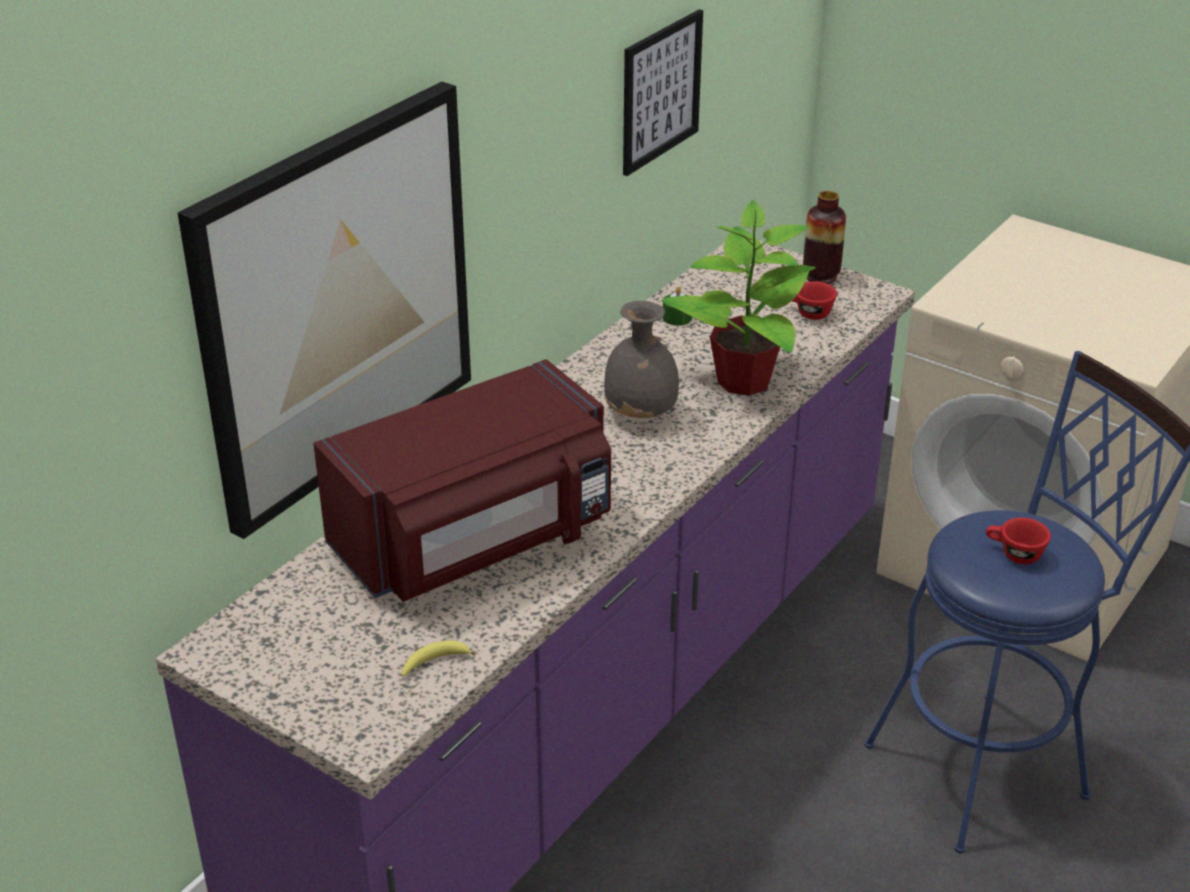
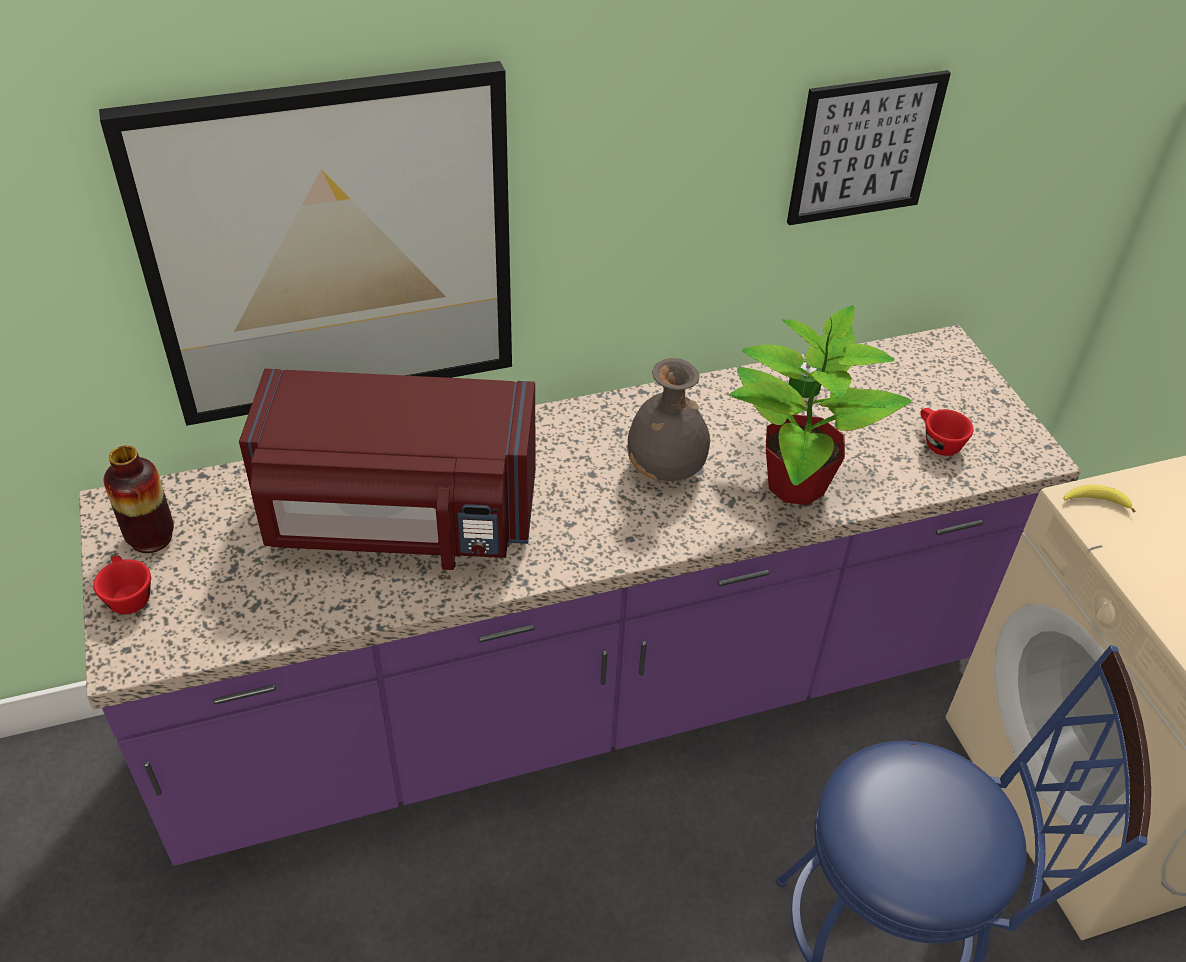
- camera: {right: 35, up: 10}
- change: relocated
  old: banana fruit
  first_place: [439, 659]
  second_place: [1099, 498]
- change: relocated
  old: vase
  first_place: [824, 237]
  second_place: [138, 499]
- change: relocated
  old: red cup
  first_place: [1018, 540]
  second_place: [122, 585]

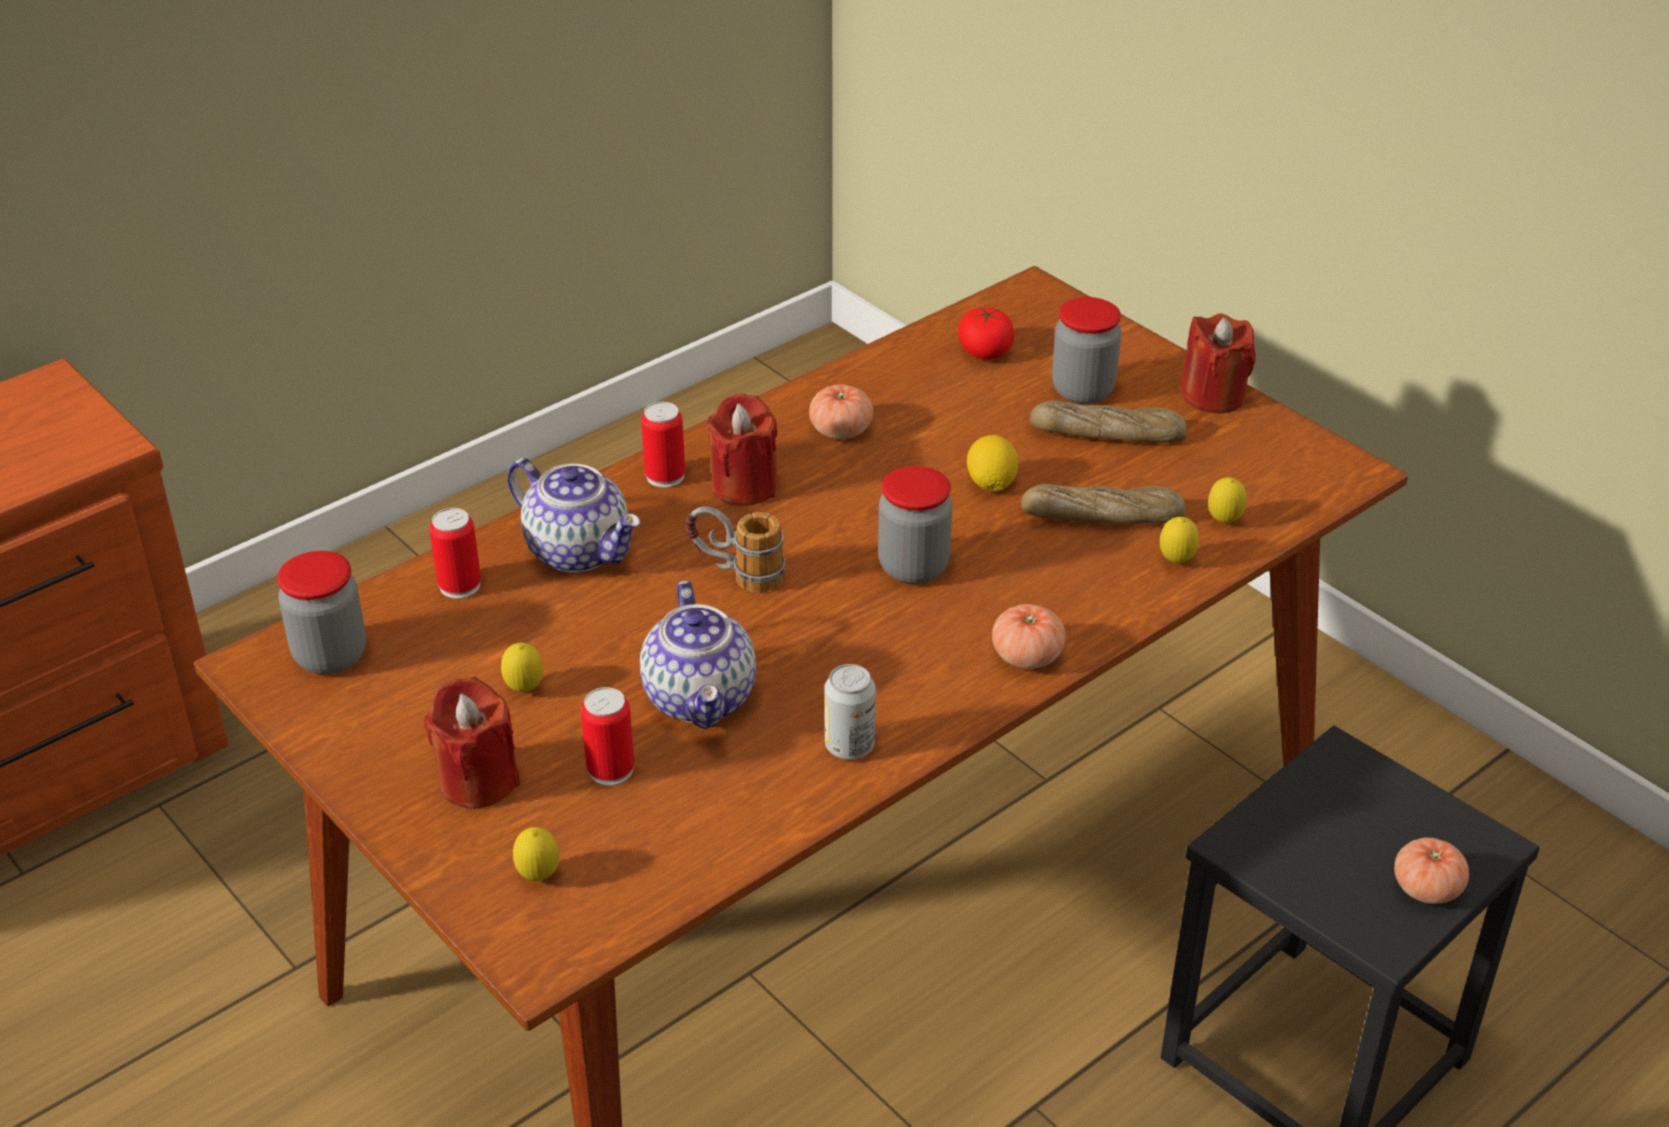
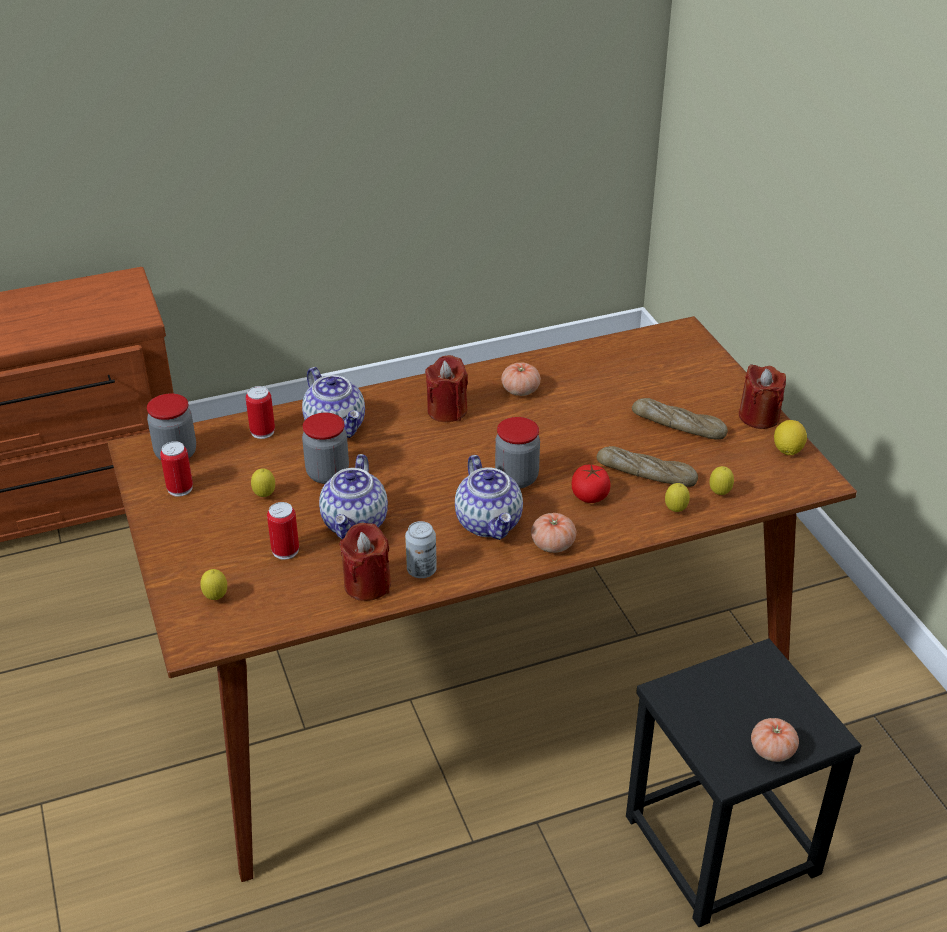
- camera: {right: 20, up: 0}
- change: relocated
  old: red candle
  first_place: [472, 743]
  second_place: [365, 562]
- change: relocated
  old: sealed can
  first_place: [663, 445]
  second_place: [176, 469]
- change: missing
  old: mug
  first_place: [735, 549]
- change: relocated
  old: whole tomato
  first_place: [986, 333]
  second_place: [591, 484]
- change: relocated
  old: whole lemon
  first_place: [993, 463]
  second_place: [790, 437]
- change: relocated
  old: storage jar
  first_place: [1086, 350]
  second_place: [325, 448]
- change: appeared
  new: tea pot
  second_place: [489, 497]

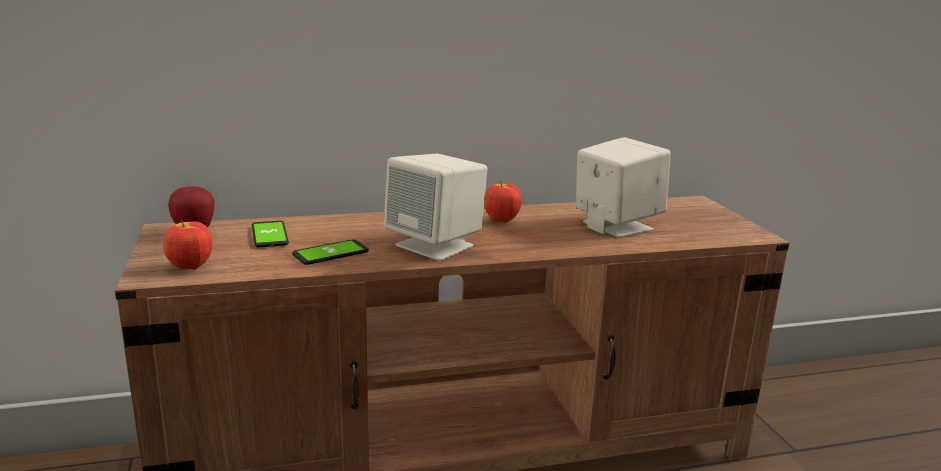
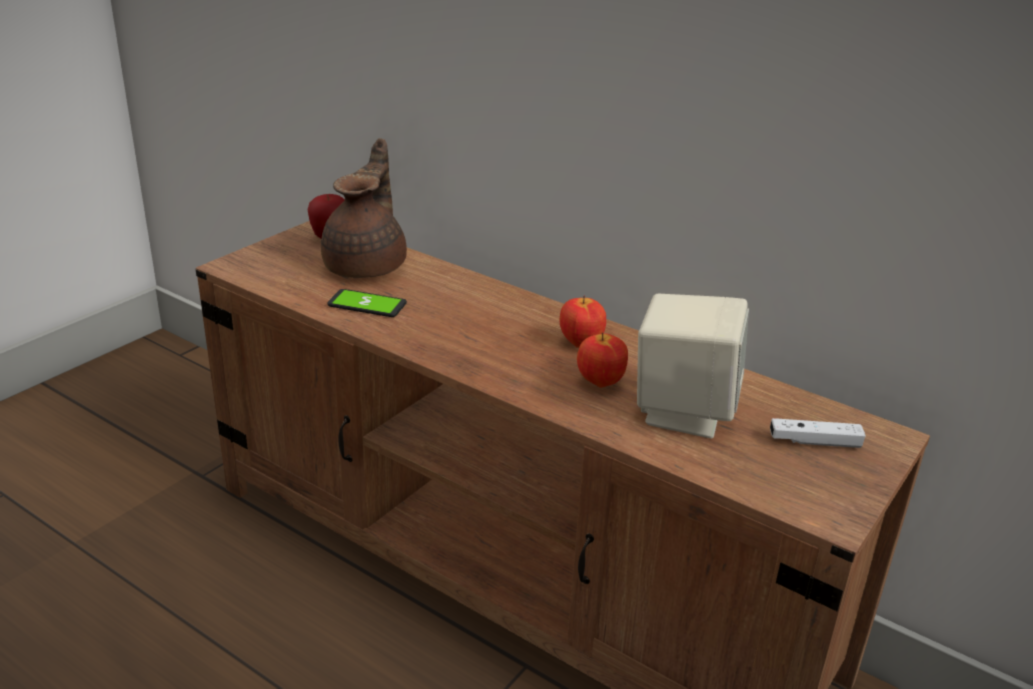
- camera: {right: 50, up: 10}
- change: relocated
  old: apple fruit
  first_place: [188, 245]
  second_place: [602, 360]
- change: exchanged
  old: phone
  new: brown tea pot
  first_place: [270, 234]
  second_place: [364, 208]
- change: missing
  old: sand-coloured loudspeaker
  first_place: [435, 207]
- change: appeared
  new: whitish gamepad
  second_place: [818, 433]

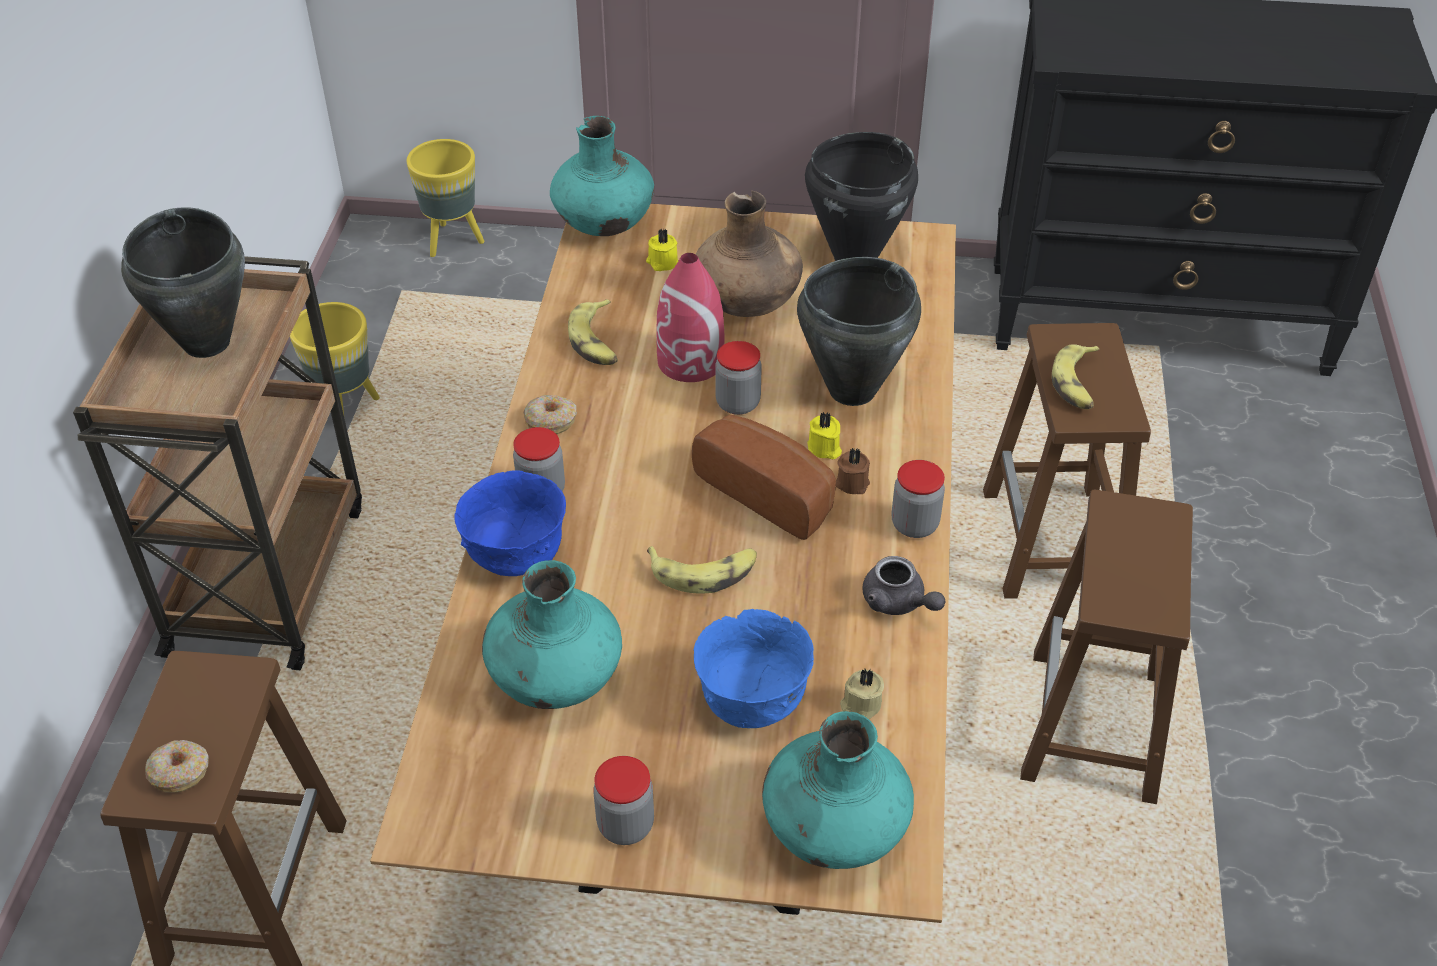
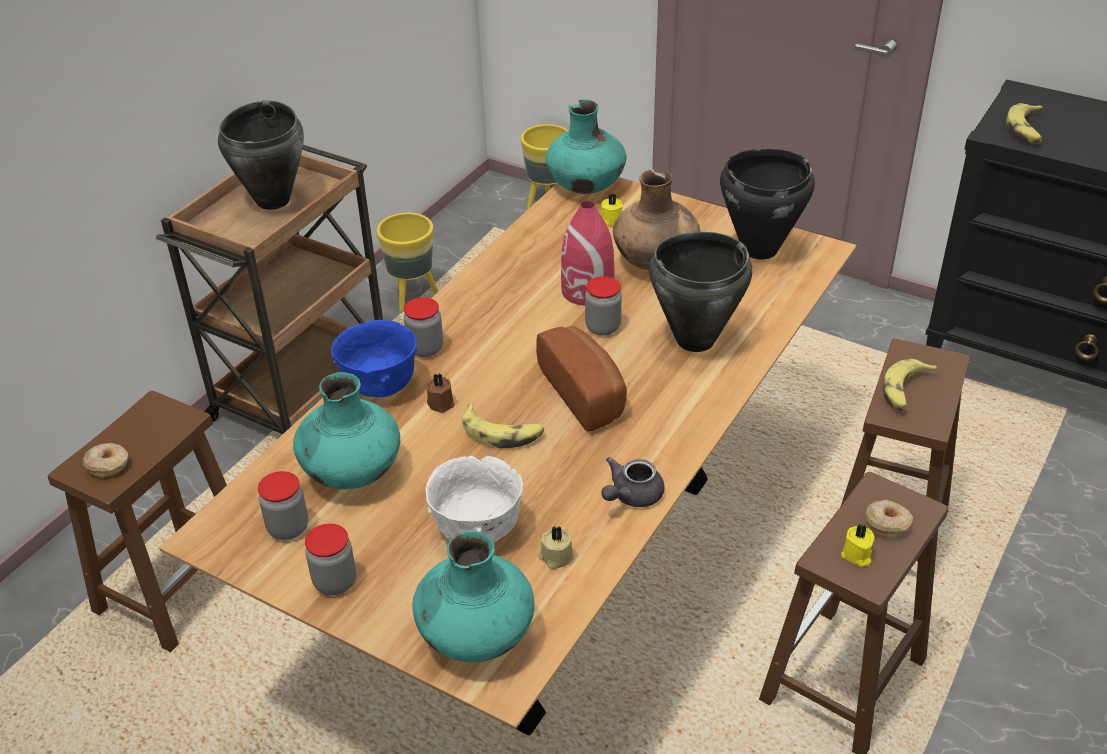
- camera: {right: 25, up: -5}
- change: relocated
  old: doughnut
  first_place: [550, 414]
  second_place: [889, 519]
- change: relocated
  old: banana fruit
  first_place: [593, 332]
  second_place: [1024, 123]
- change: colour
  old: blue deep dish
  new: whitish deep dish
  first_place: [754, 668]
  second_place: [474, 499]
- change: relocated
  old: yellow candle
  first_place: [824, 436]
  second_place: [857, 546]
- change: relocated
  old: brown candle
  first_place: [853, 471]
  second_place: [440, 393]
- change: spun
  old: gray tea pot
  first_place: [903, 585]
  second_place: [632, 482]
  degrees: 60
- change: relocated
  old: storage jar
  first_place: [918, 499]
  second_place: [283, 505]

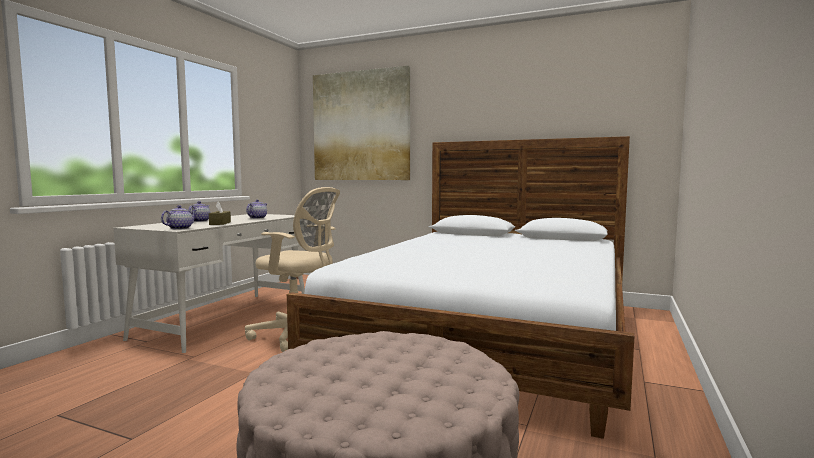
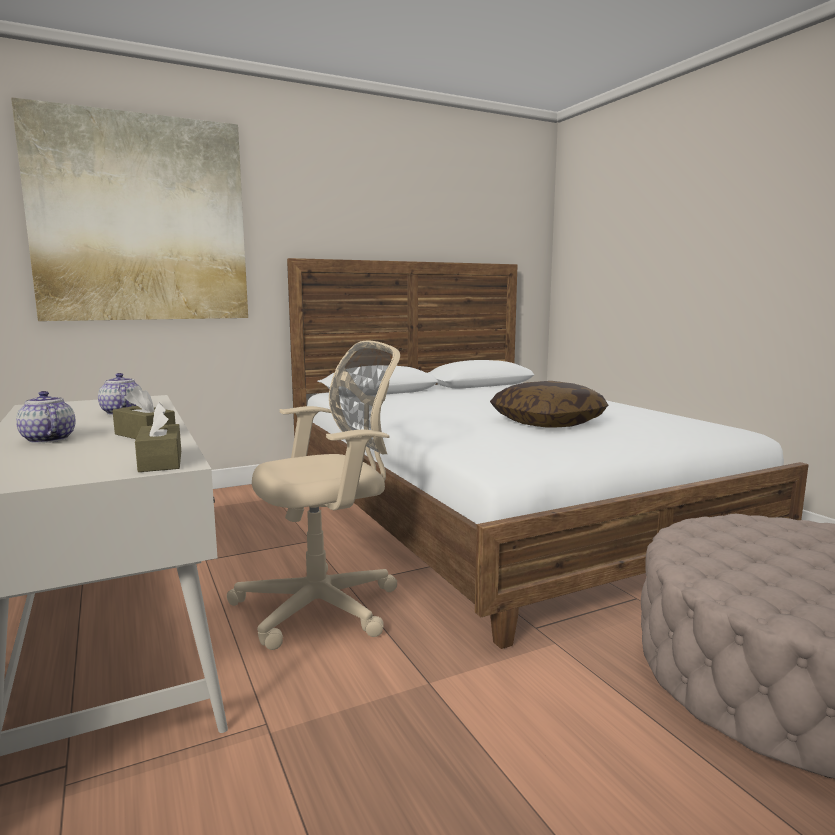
- camera: {right: -50, up: 5}
- change: exchanged
  old: tea pot
  new: brown tissue box
  first_place: [179, 217]
  second_place: [158, 437]
- change: appeared
  new: cushion
  second_place: [549, 404]

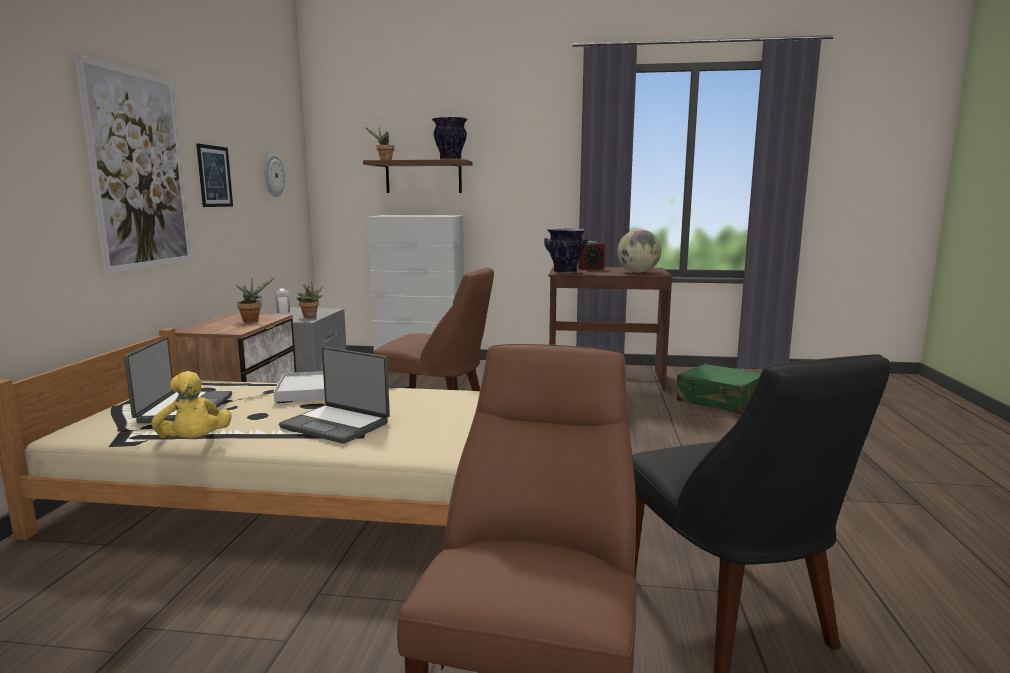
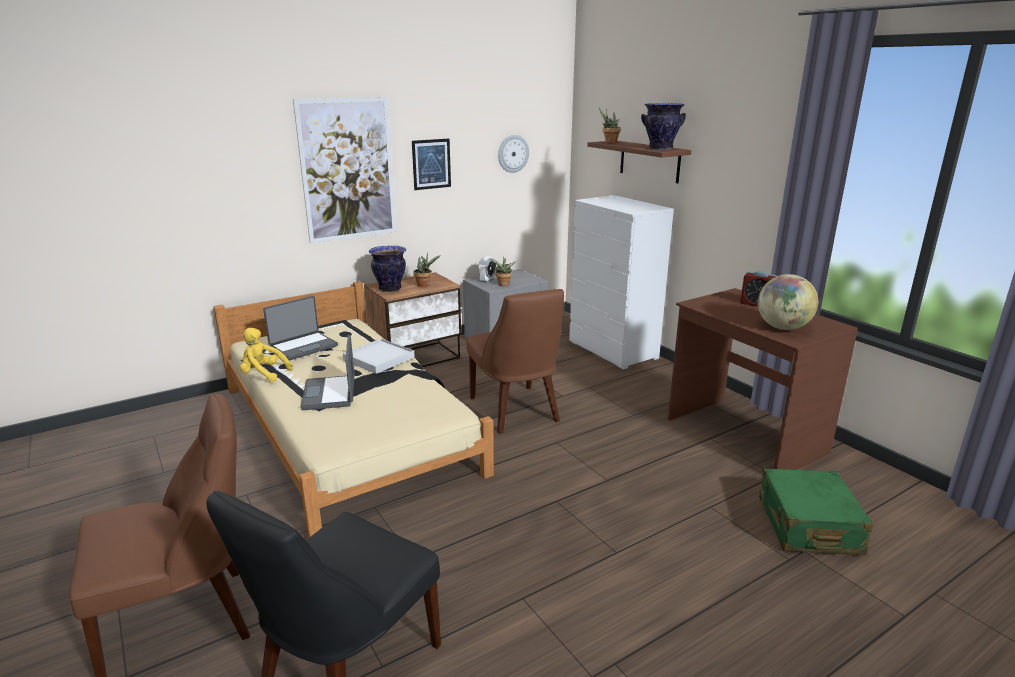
- camera: {right: 50, up: 10}
- change: spun
  old: yellow soft toy
  first_place: [192, 405]
  second_place: [266, 355]
  degrees: 90
- change: relocated
  old: vase
  first_place: [566, 250]
  second_place: [387, 269]

